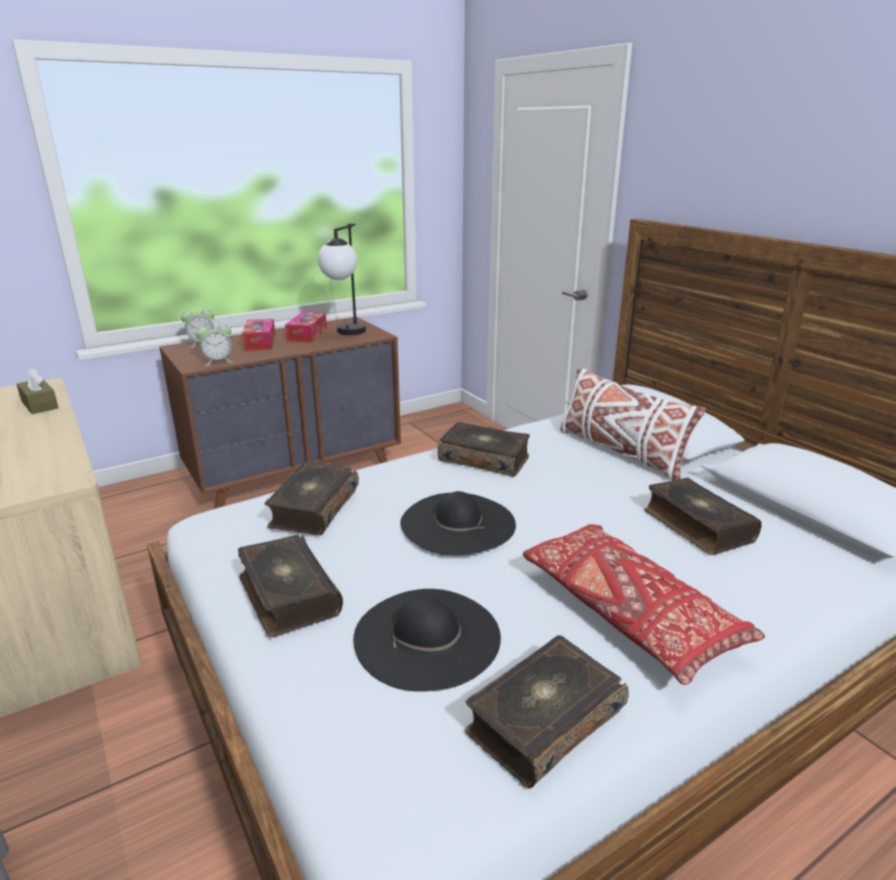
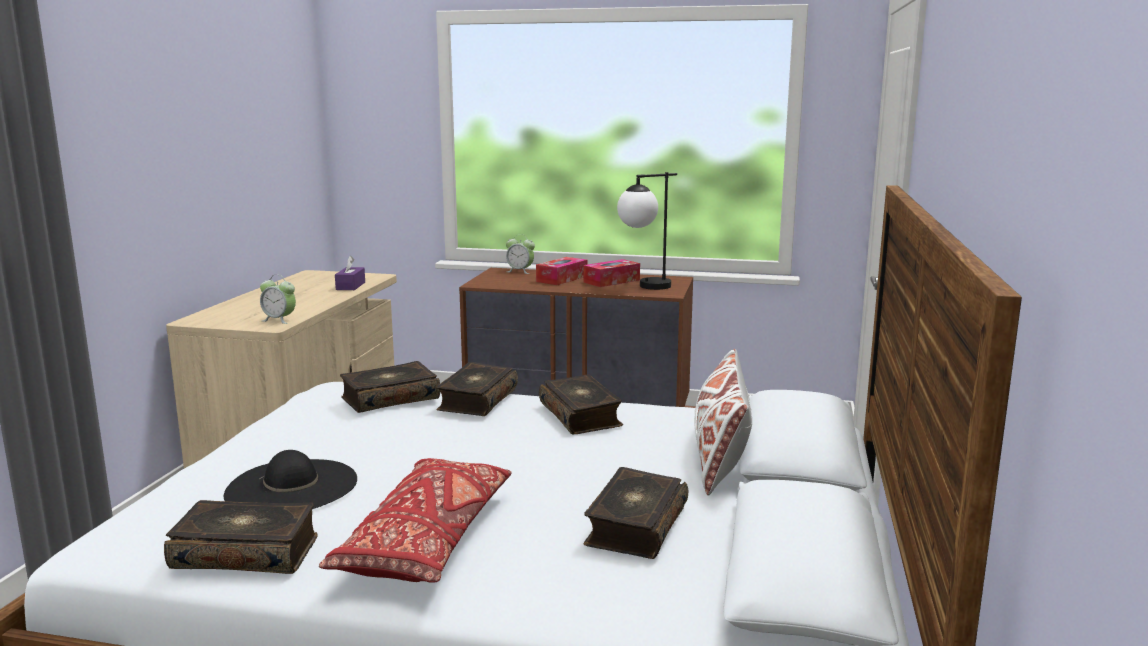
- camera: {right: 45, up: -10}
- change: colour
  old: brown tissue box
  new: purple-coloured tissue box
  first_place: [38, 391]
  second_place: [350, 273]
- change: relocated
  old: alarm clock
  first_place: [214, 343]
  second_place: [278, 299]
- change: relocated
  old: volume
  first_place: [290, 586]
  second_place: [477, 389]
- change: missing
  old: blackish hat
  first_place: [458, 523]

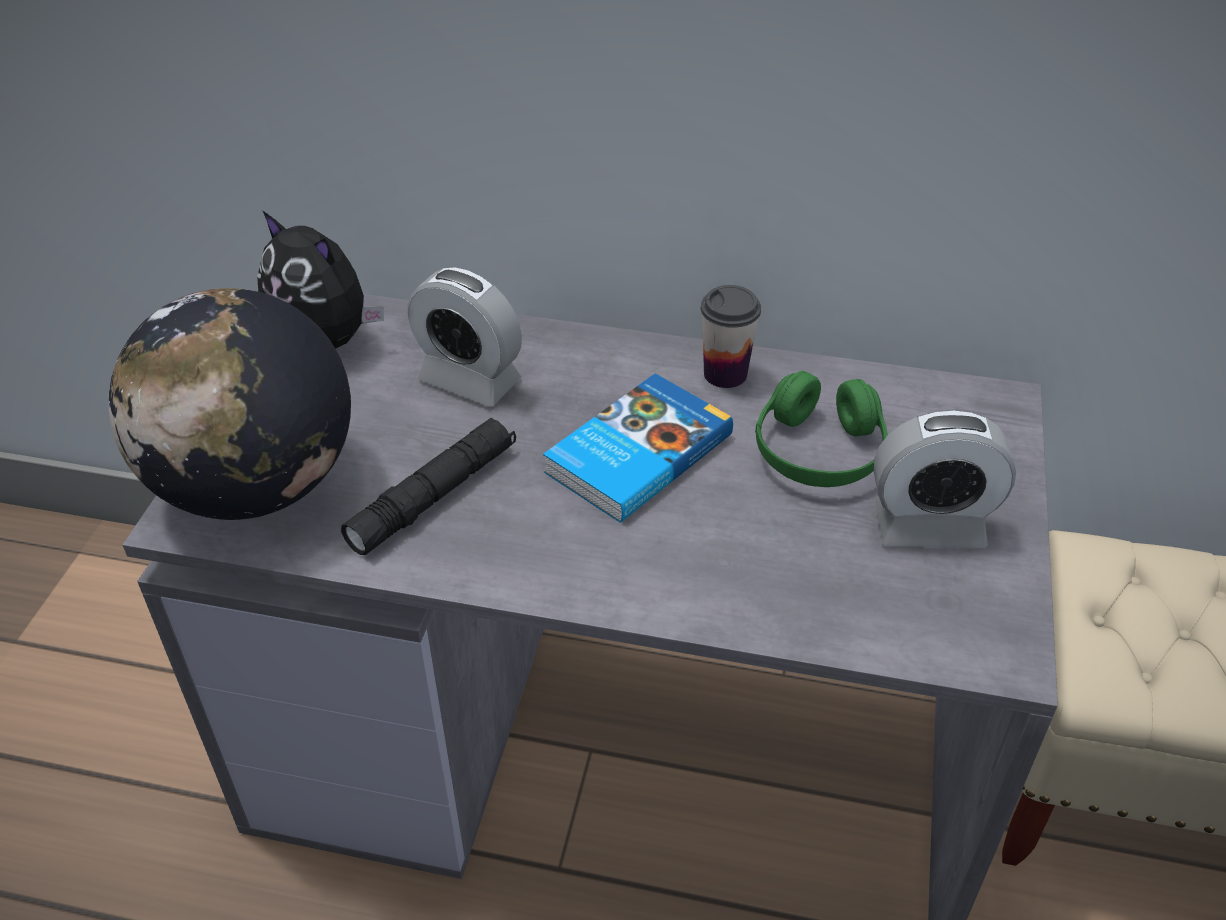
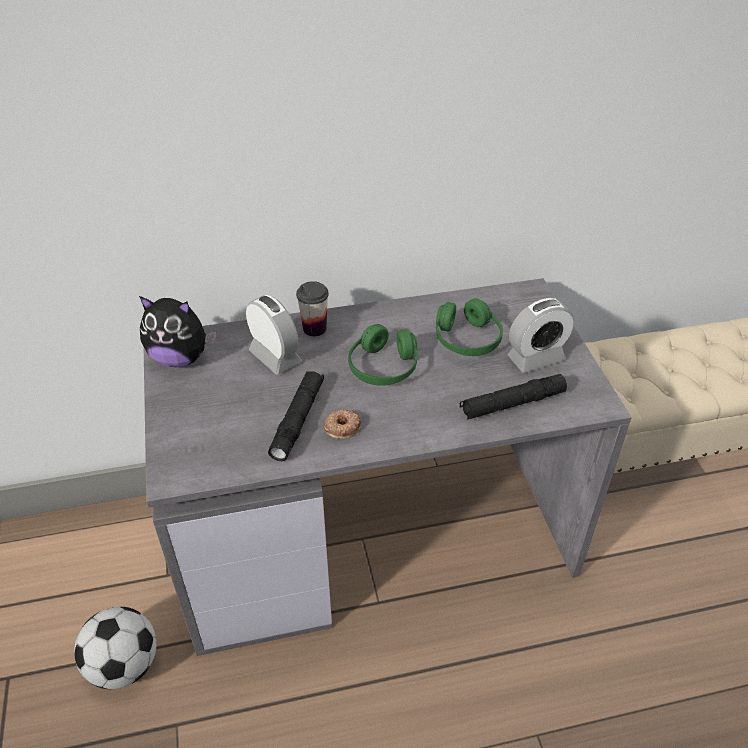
- camera: {right: -25, up: 0}
- change: missing
  old: desk globe
  first_place: [230, 404]
- change: spun
  old: alarm clock
  first_place: [465, 337]
  second_place: [274, 335]
  degrees: -135
- change: exchanged
  old: volume
  new: greenish headset
  first_place: [638, 448]
  second_place: [383, 355]
- change: relocated
  old: cup
  first_place: [731, 336]
  second_place: [312, 309]
- change: appeared
  new: football
  second_place: [115, 648]
- change: appeared
  new: doughnut
  second_place: [342, 424]
- change: appeared
  new: blackish torch
  second_place: [513, 396]

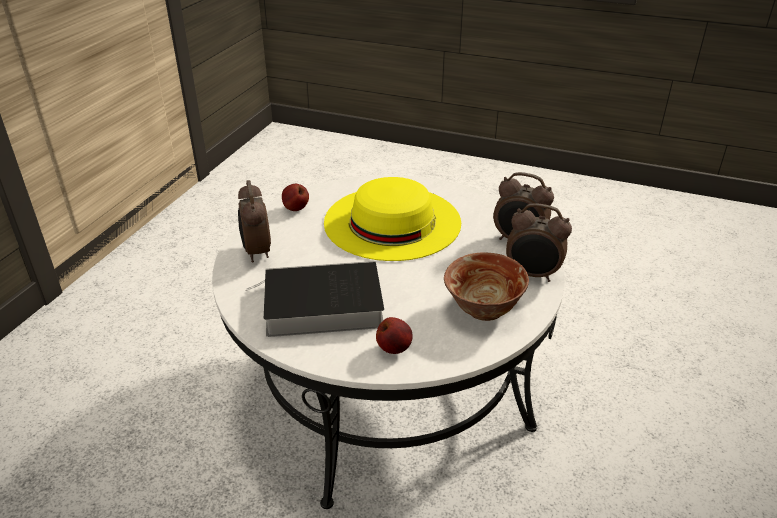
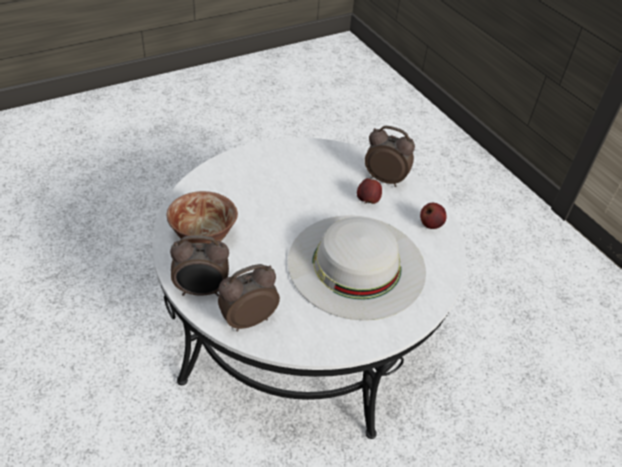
- camera: {right: 125, up: 10}
- change: missing
  old: volume
  first_place: [315, 299]
- change: colour
  old: yellow hat
  new: whitish hat
  first_place: [392, 219]
  second_place: [357, 267]
- change: relocated
  old: apple fruit
  first_place: [394, 335]
  second_place: [369, 191]
- change: spun
  old: alarm clock
  first_place: [539, 242]
  second_place: [199, 265]
  degrees: -150

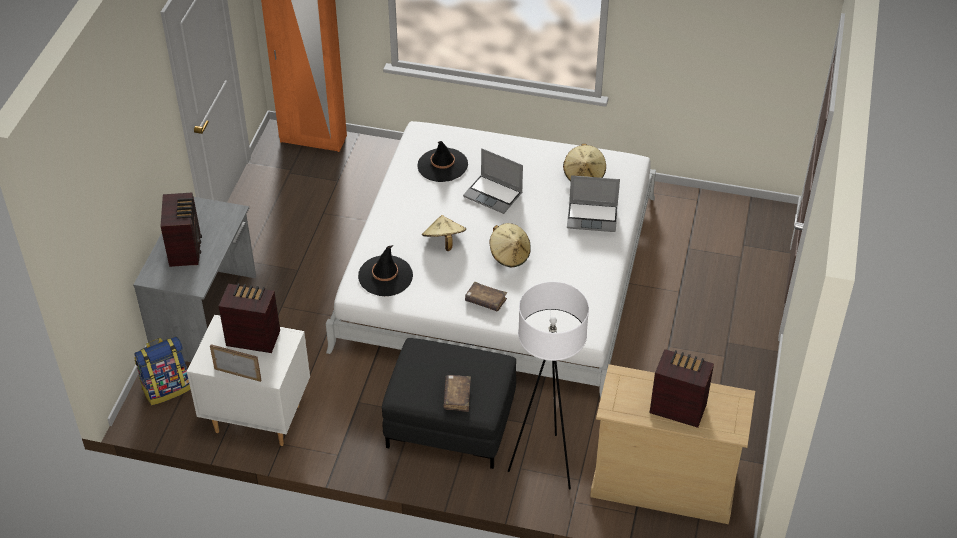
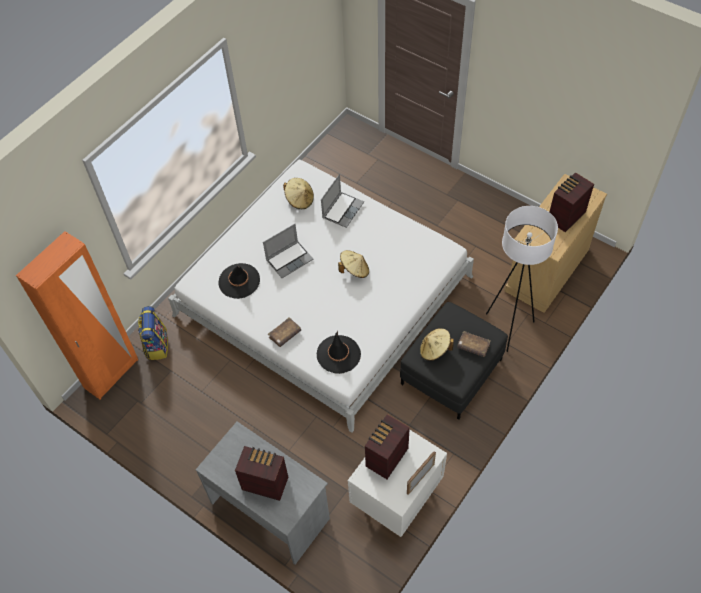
- camera: {right: -65, up: 10}
- change: relocated
  old: rucksack
  first_place: [162, 370]
  second_place: [153, 333]
- change: relocated
  old: sand-coloured hat
  first_place: [444, 233]
  second_place: [437, 344]
- change: relocated
  old: brown volume
  first_place: [486, 296]
  second_place: [284, 332]

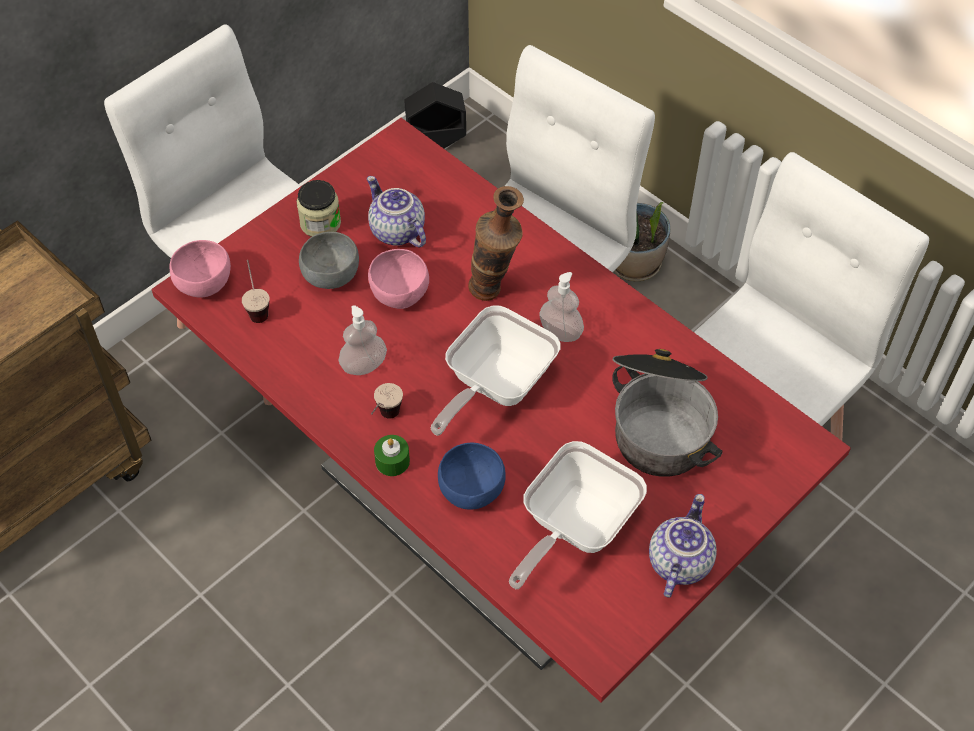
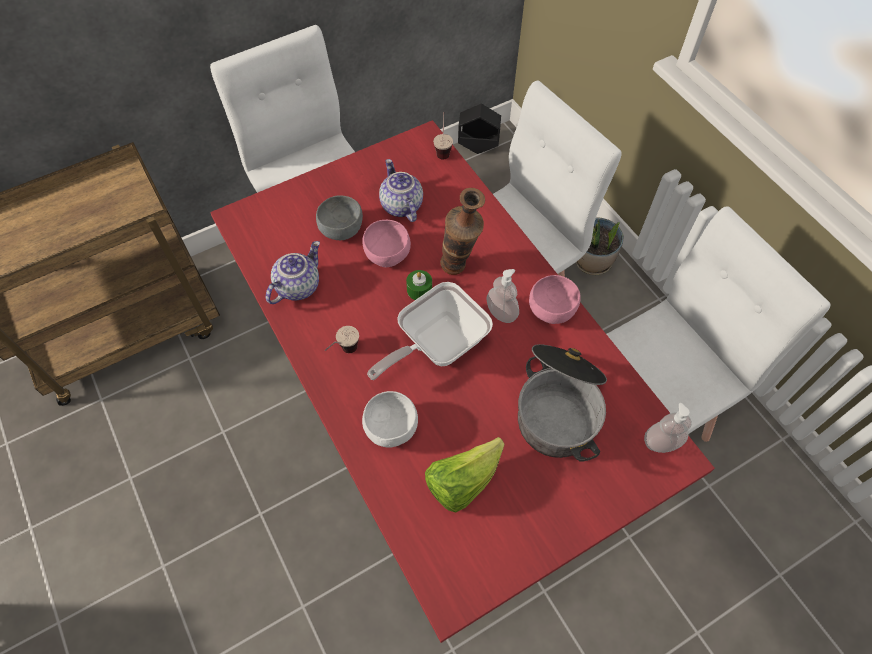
- camera: {right: 15, up: 5}
- change: relocated
  old: pinkish deep dish
  first_place: [200, 268]
  second_place: [555, 299]
- change: relocated
  old: cup
  first_place: [256, 291]
  second_place: [443, 135]
- change: missing
  old: storage jar
  first_place: [318, 208]
- change: relocated
  old: liquid soap bottle
  first_place: [362, 340]
  second_place: [668, 428]
- change: relocated
  old: greenish candle
  first_place: [392, 455]
  second_place: [419, 285]
- change: colour
  old: blue deep dish
  new: whitish deep dish
  first_place: [472, 476]
  second_place: [390, 419]
- change: exchanged
  old: frying pan
  new: head of lettuce
  first_place: [578, 515]
  second_place: [464, 474]
- change: relocated
  old: tea pot
  first_place: [683, 546]
  second_place: [293, 272]

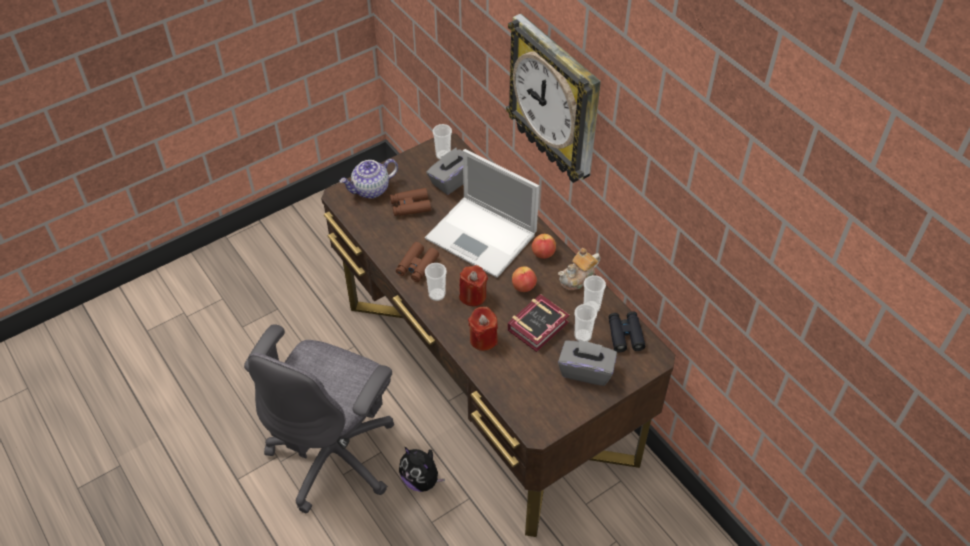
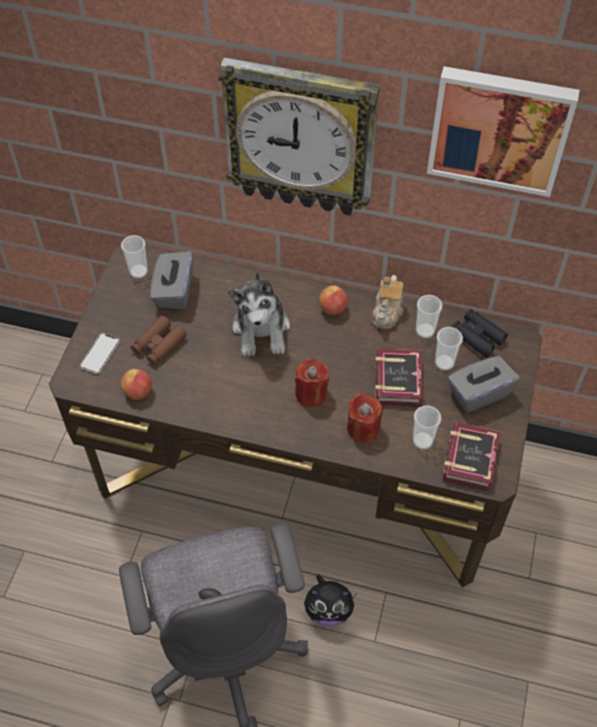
- camera: {right: -40, up: 5}
- change: exchanged
  old: tea pot
  new: phone
  first_place: [369, 178]
  second_place: [100, 353]
- change: missing
  old: brown pair of binoculars
  first_place: [417, 262]
- change: exchanged
  old: portable computer
  new: soft toy
  first_place: [482, 213]
  second_place: [259, 313]
- change: relocated
  old: cup
  first_place: [436, 282]
  second_place: [427, 428]
- change: relocated
  old: apple fruit
  first_place: [524, 279]
  second_place: [136, 384]
- change: appeared
  new: wall picture
  second_place: [503, 131]
- change: appeared
  new: volume
  second_place: [472, 456]

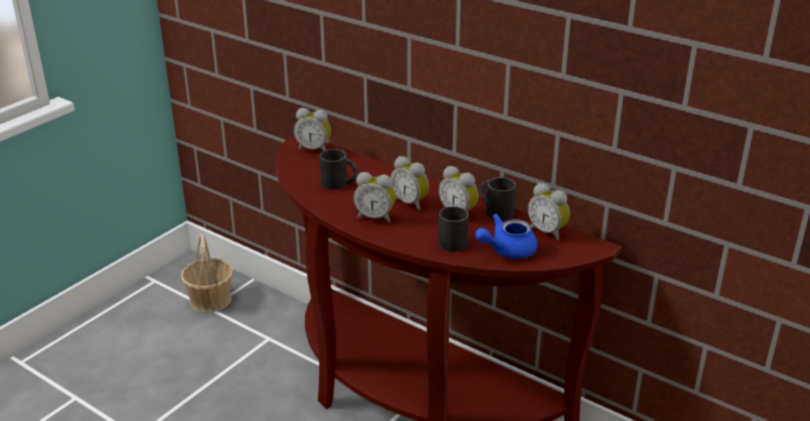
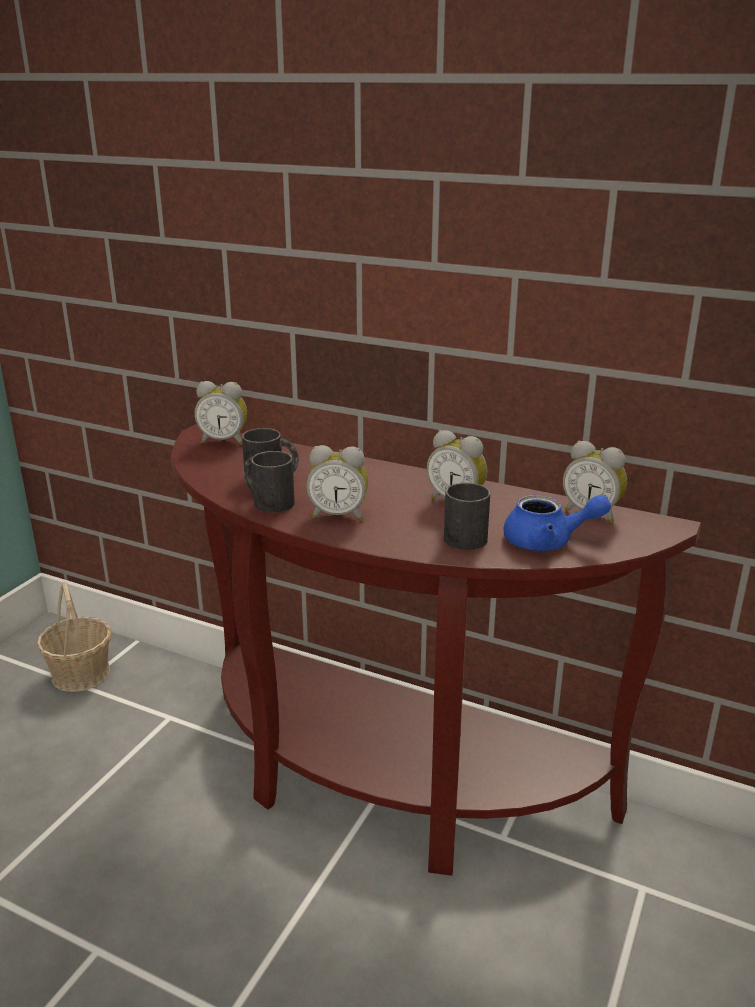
- camera: {right: -10, up: -5}
- change: missing
  old: alarm clock
  first_place: [409, 183]
- change: spun
  old: blue tea pot
  first_place: [506, 236]
  second_place: [557, 523]
  degrees: -135
- change: relocated
  old: blackish mug
  first_place: [498, 198]
  second_place: [269, 482]

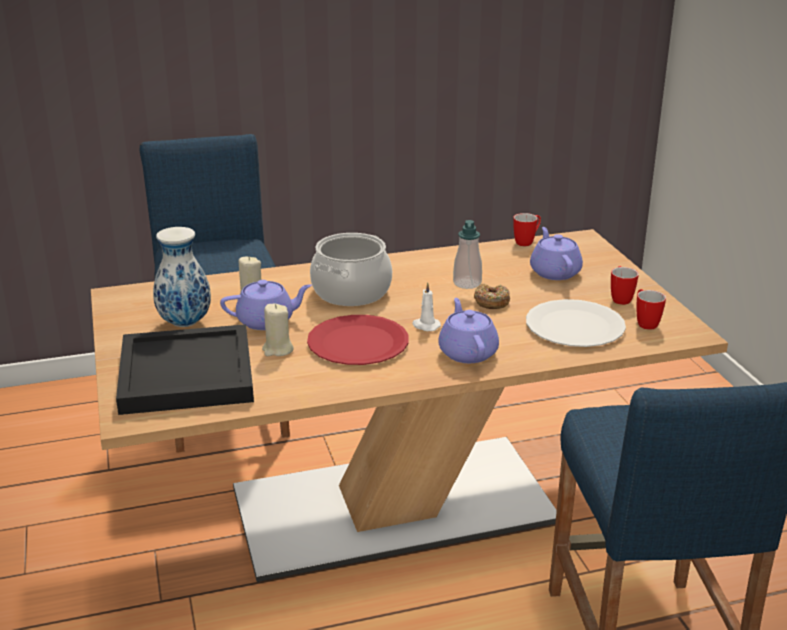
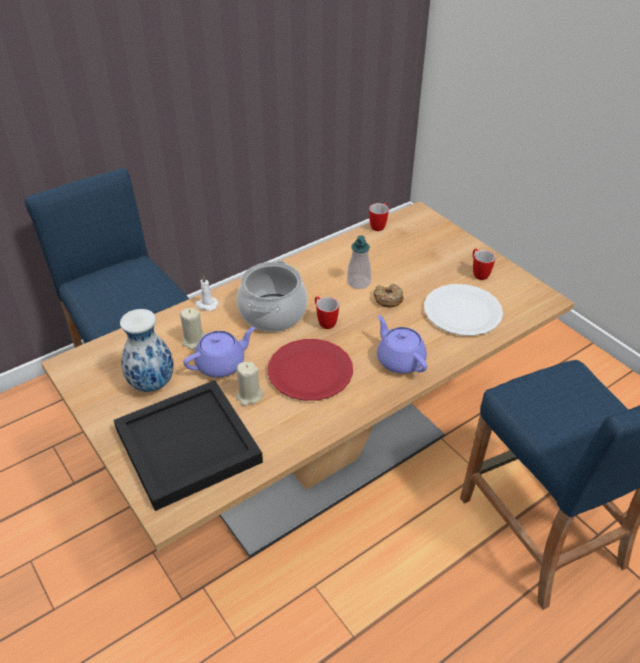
- camera: {right: -20, up: 15}
- change: relocated
  old: whitish candle
  first_place: [426, 306]
  second_place: [207, 293]
- change: missing
  old: purple-coloured tea pot
  first_place: [556, 253]
- change: relocated
  old: mug
  first_place: [651, 309]
  second_place: [327, 312]

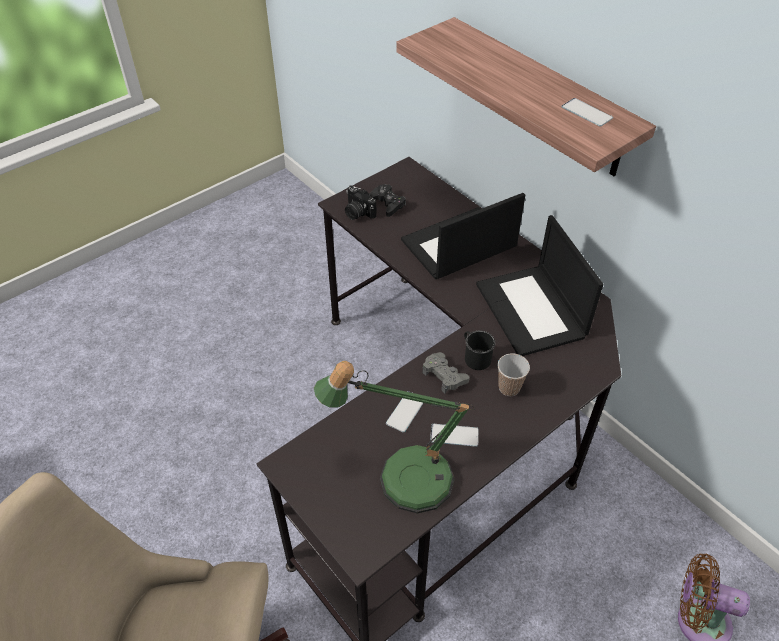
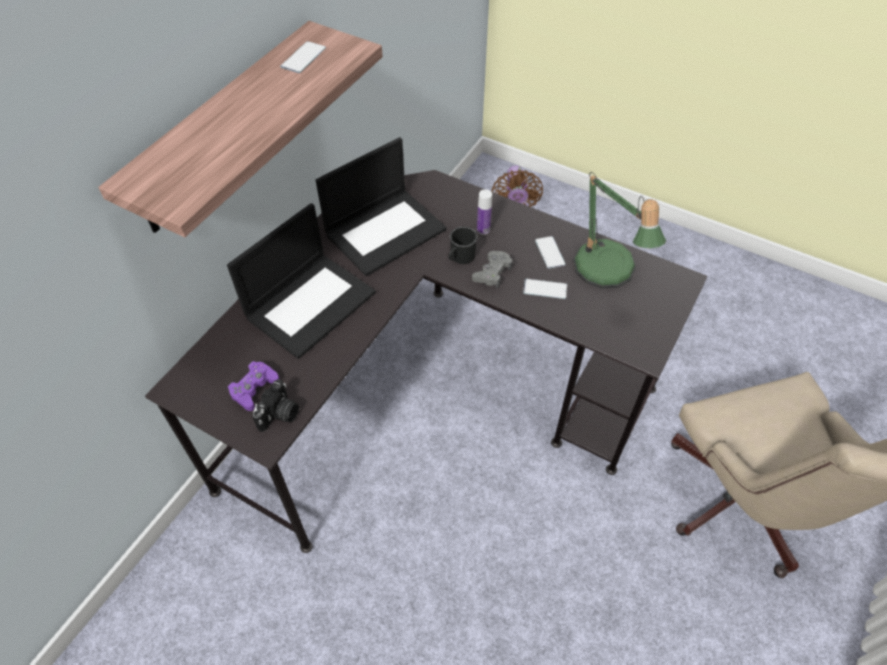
- camera: {right: -110, up: 5}
- change: colour
  old: blackish gamepad
  new: purple-coloured gamepad
  first_place: [387, 200]
  second_place: [253, 386]
- change: spun
  old: portable computer
  first_place: [463, 236]
  second_place: [301, 281]
  degrees: -90
- change: exchanged
  old: cup
  new: drink bottle
  first_place: [514, 374]
  second_place: [484, 212]

